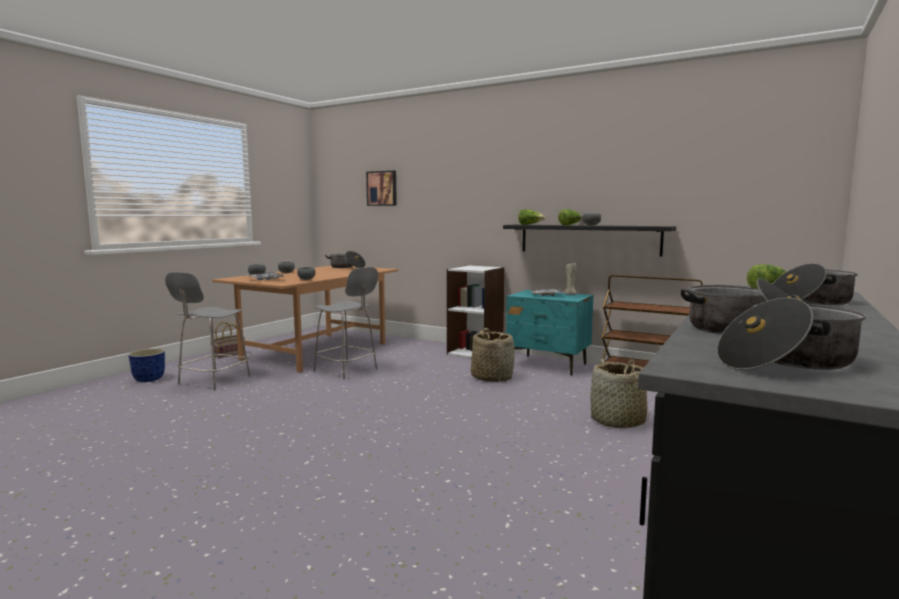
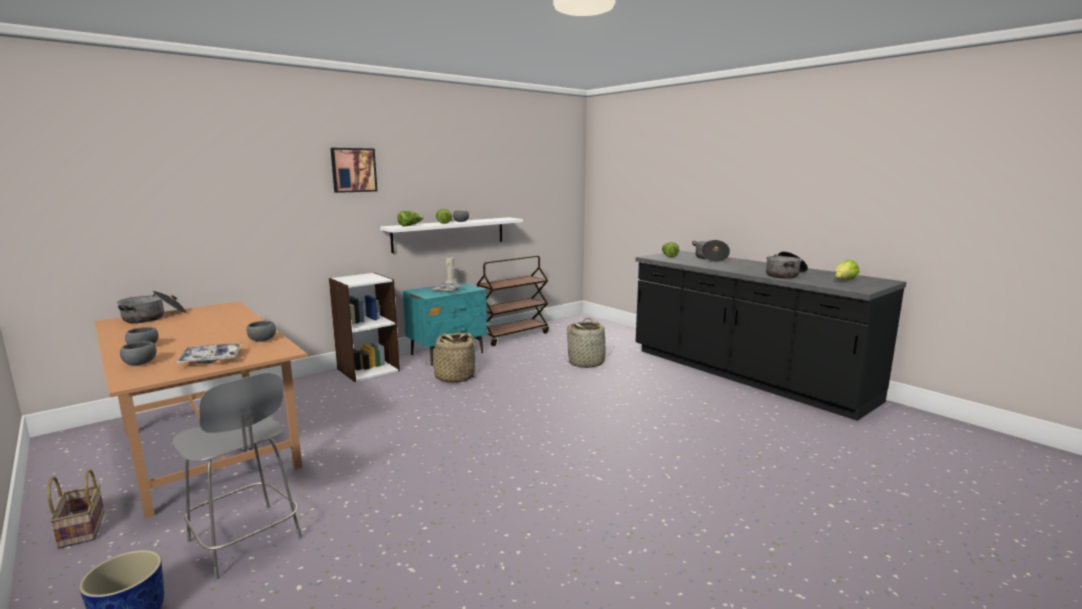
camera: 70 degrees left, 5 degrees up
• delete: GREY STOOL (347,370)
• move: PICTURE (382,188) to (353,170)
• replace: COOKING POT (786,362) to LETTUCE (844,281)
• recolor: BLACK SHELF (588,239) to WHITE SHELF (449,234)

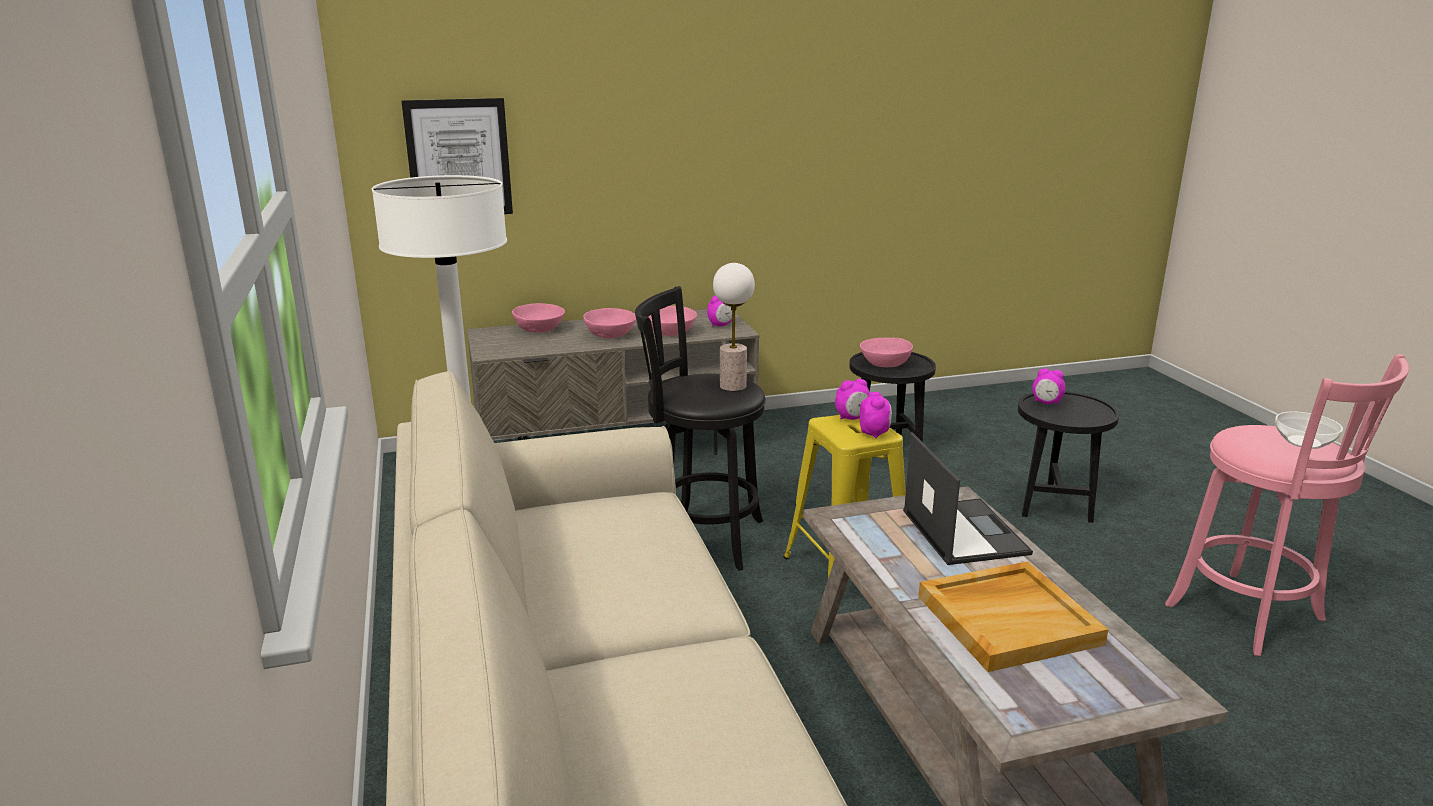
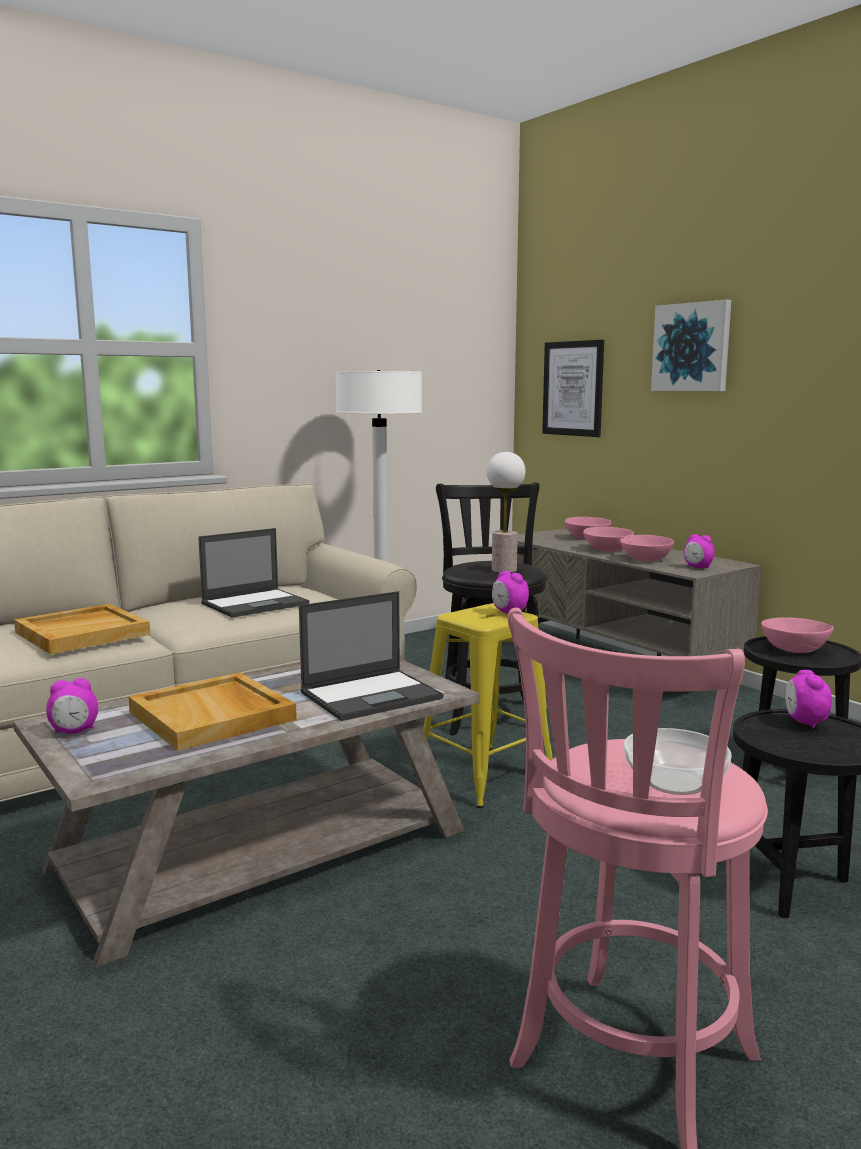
camera: 70 degrees right, 10 degrees down
• insert: BEIGE TRAY (83,633)
• insert: LAPTOP (256,603)
• insert: PICTURE (691,347)
• move: ALARM CLOCK (874,433) to (74,732)

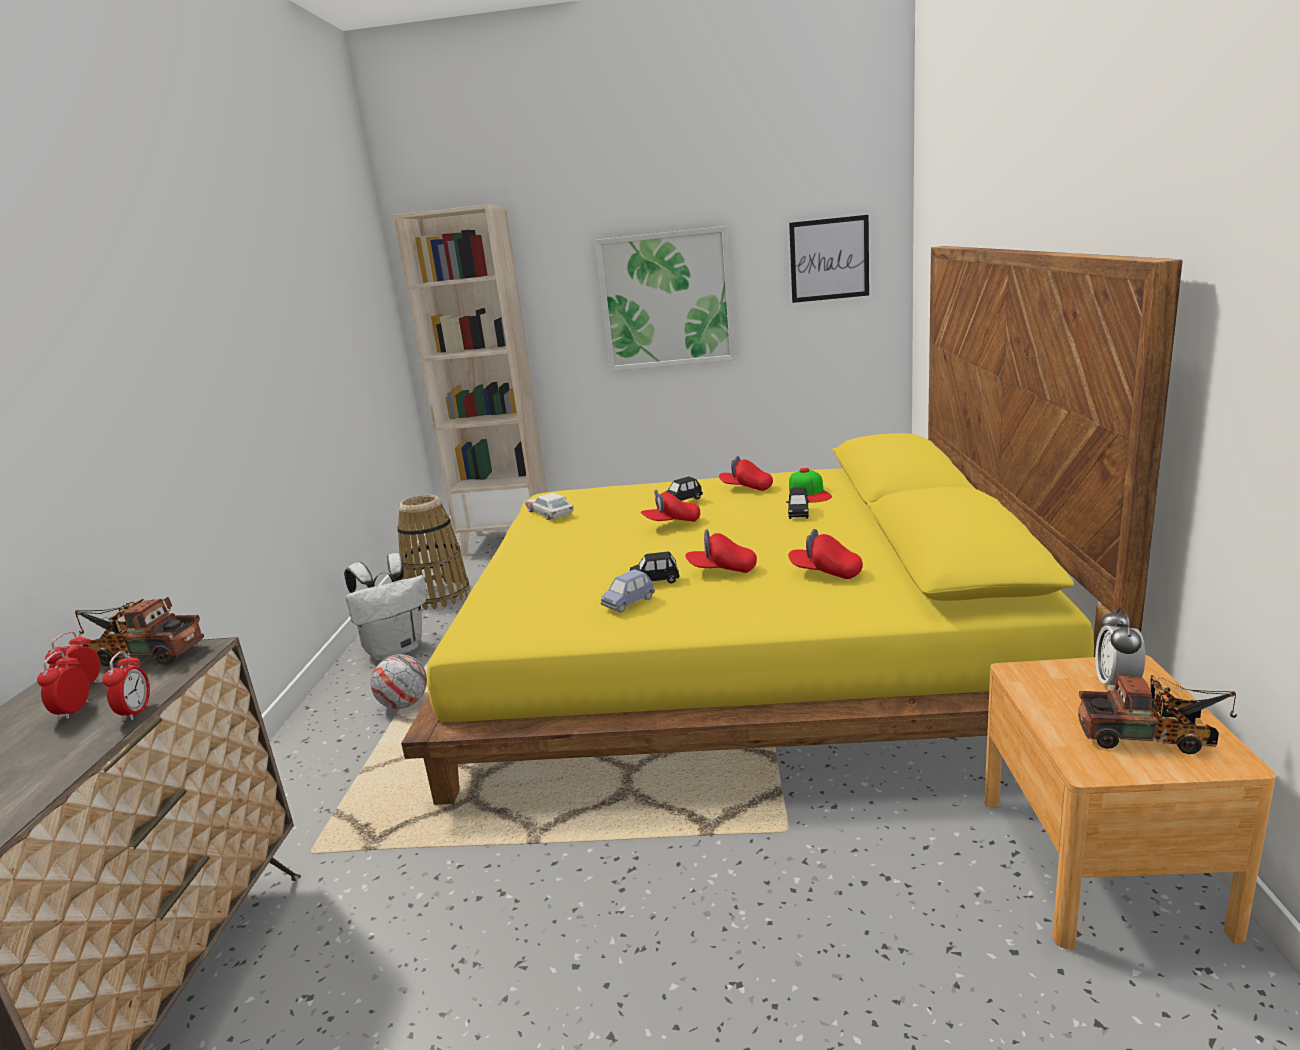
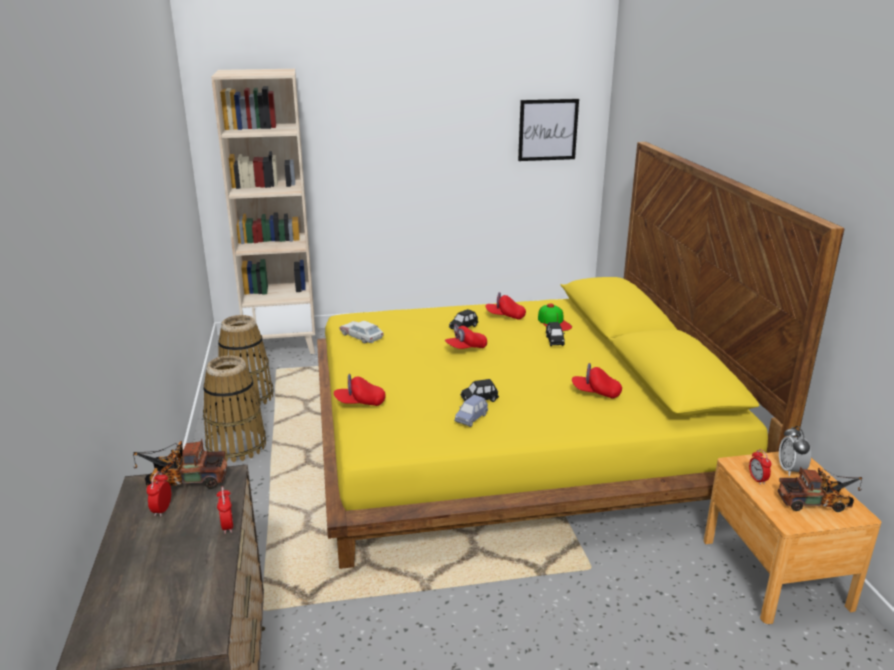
camera: 15 degrees left, 5 degrees up
• delete: FOOTBALL (404,704)
• delete: PICTURE (666,300)
• move: ALARM CLOCK (73,711) to (757,479)
• move: RED CAP (722,570) to (360,403)
• replace: WHITE BACKPACK (396,649) to BASKET (237,446)

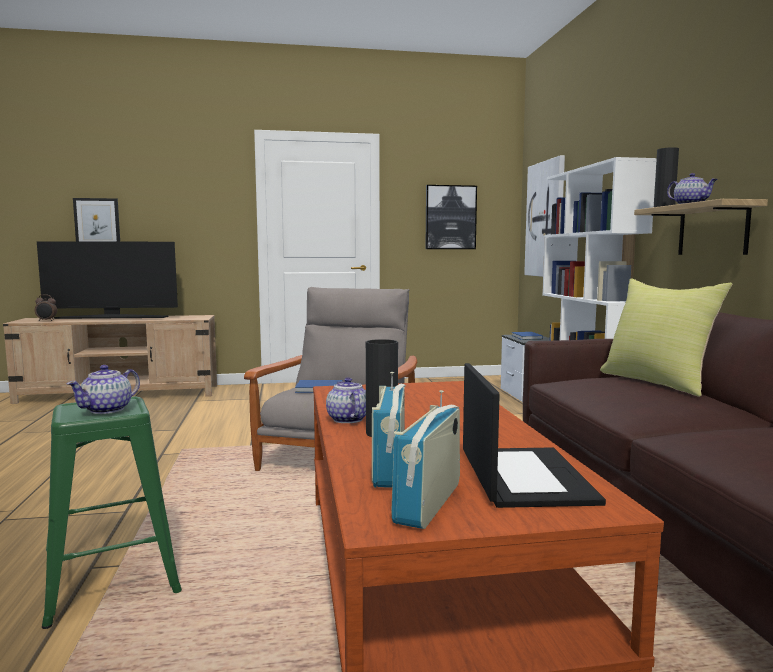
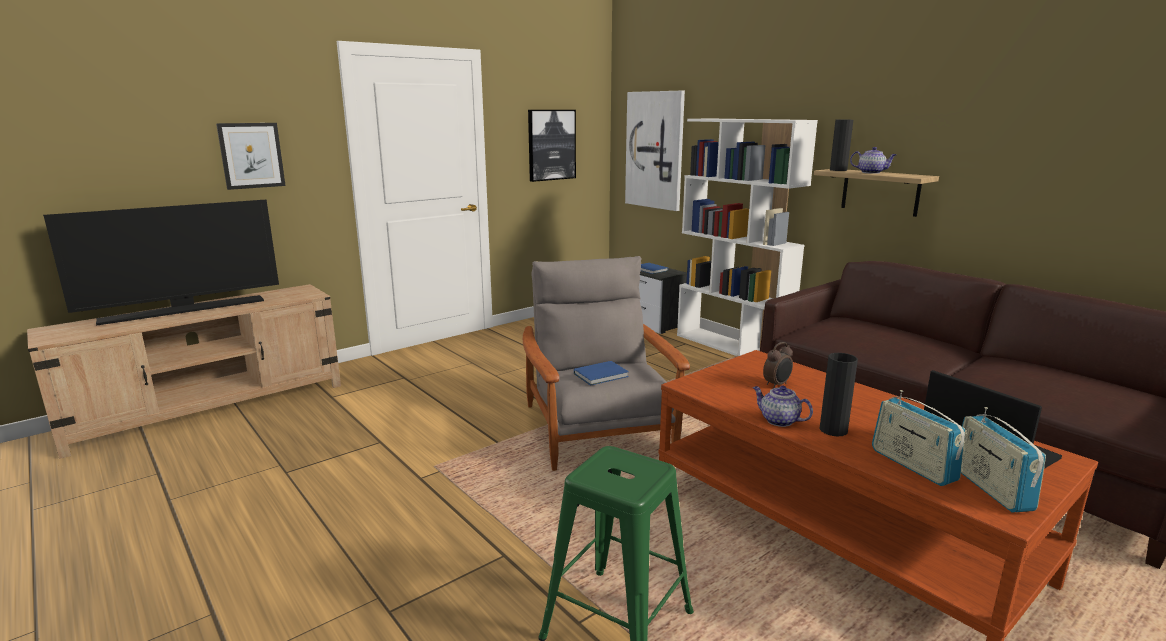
camera: 30 degrees left, 10 degrees up
• delete: TEAPOT (108,410)
• delete: YELLOW PILLOW (657,382)
• move: ALARM CLOCK (46,320) to (777,385)
• move: PICTURE (97,222) to (251,155)

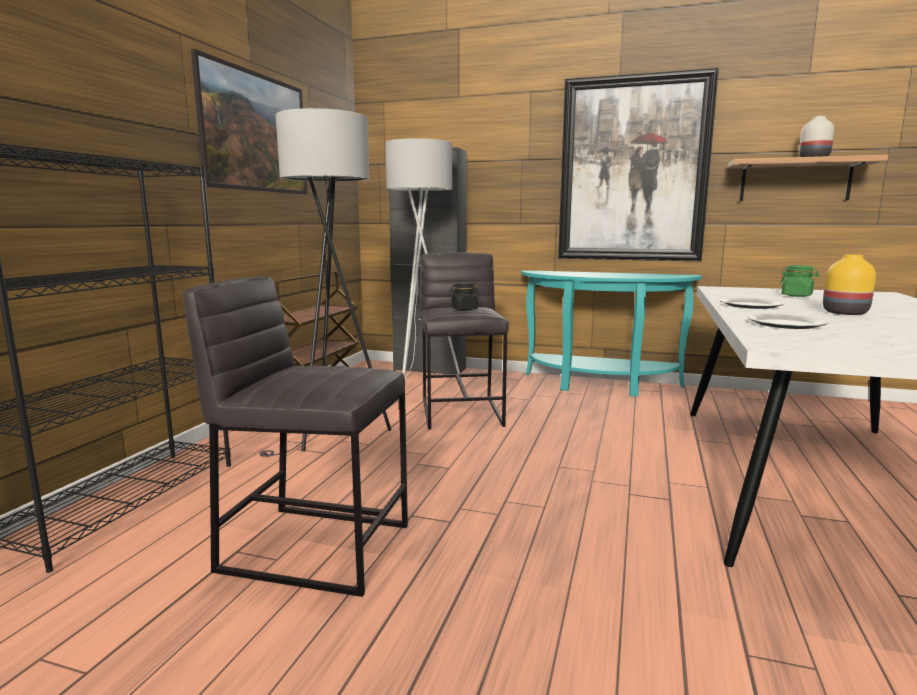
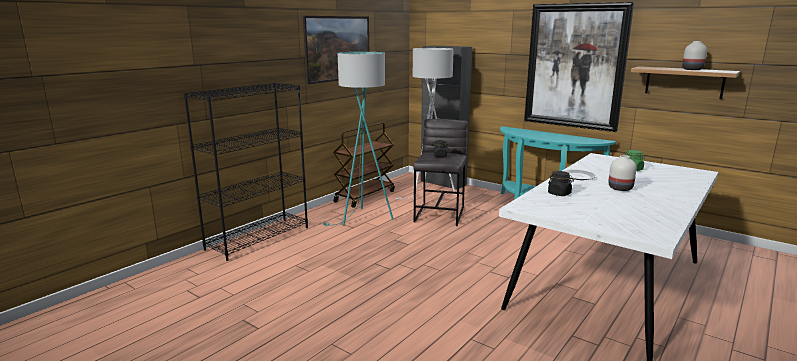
camera: 20 degrees right, 5 degrees up
• delete: GREY STOOL (315,546)
• replace: PLATE (784,324) to BLACK JAR (559,194)
• recolor: GREY FLOOR LAMP (334,436) to TURQUOISE FLOOR LAMP (363,219)
• recolor: YELLOW VASE (844,313) to WHITE VASE (619,188)

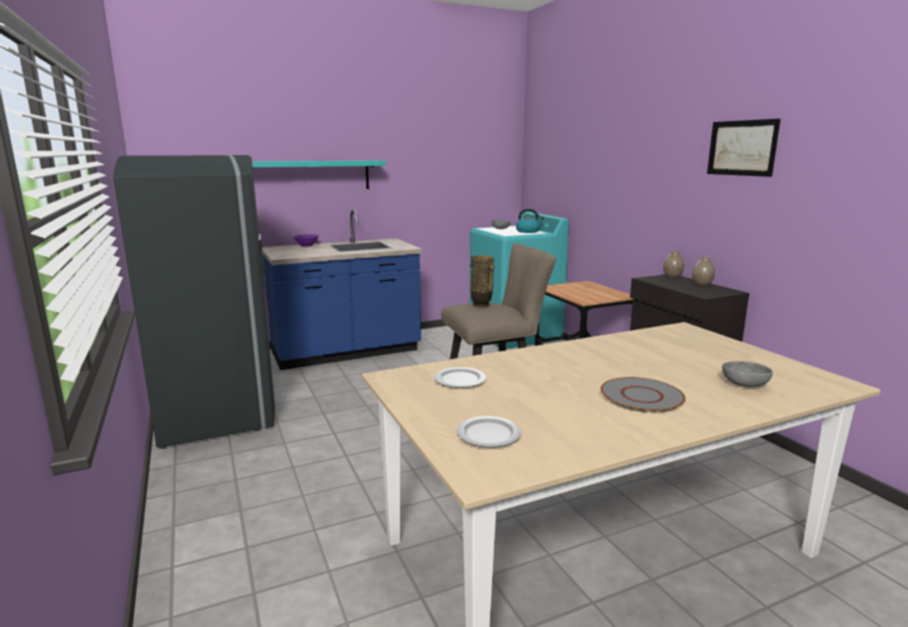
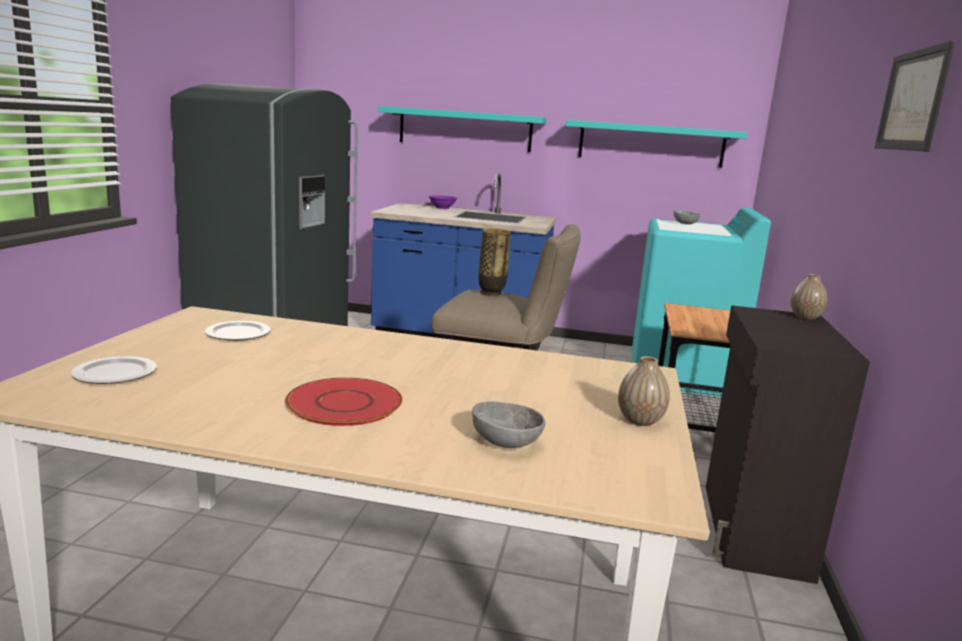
camera: 35 degrees right, 0 degrees up
• delete: KETTLE (528,231)
• insert: TURQUOISE SHELF (651,144)
• move: VASE (702,284) to (640,421)
• recolor: GREY PLATE (642,396) to RED PLATE (345,403)

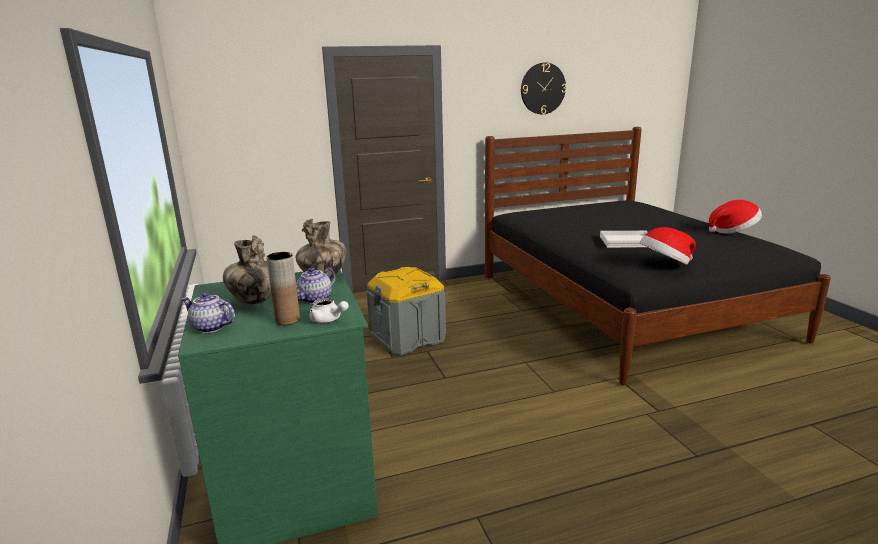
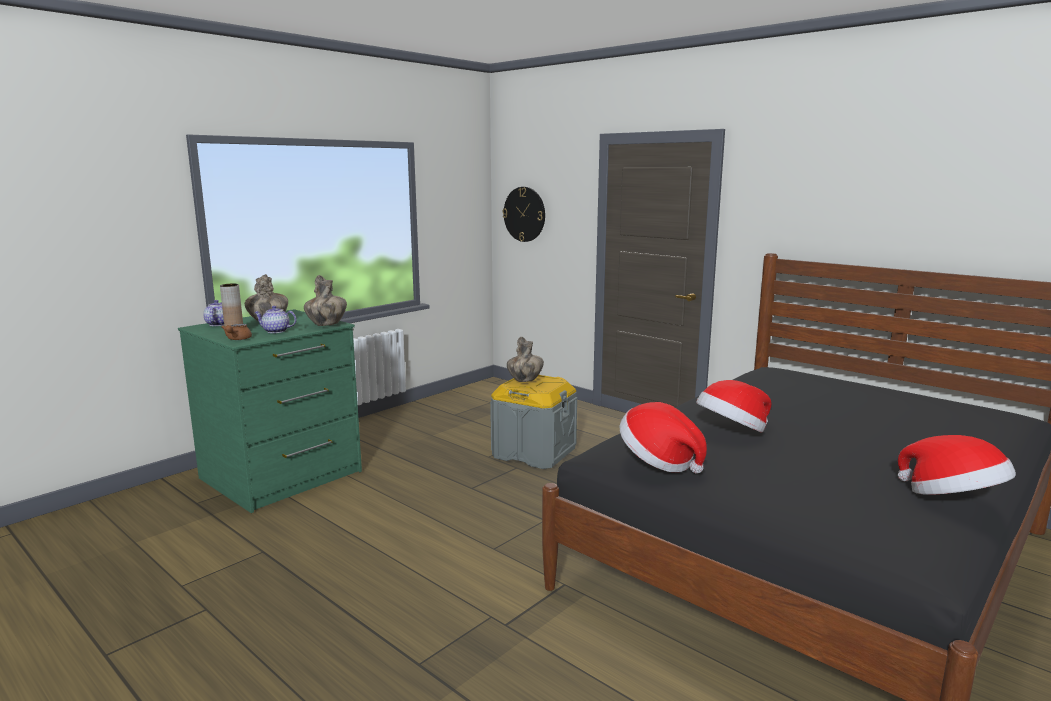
camera: 60 degrees right, 5 degrees down
• insert: VASE (525,380)
• move: WALL CLOCK (543,88) to (524,214)
• replace: WHITE TRAY (628,241) to HAT (732,432)
• recolor: WHITE TEAPOT (328,320) to BROWN TEAPOT (237,339)

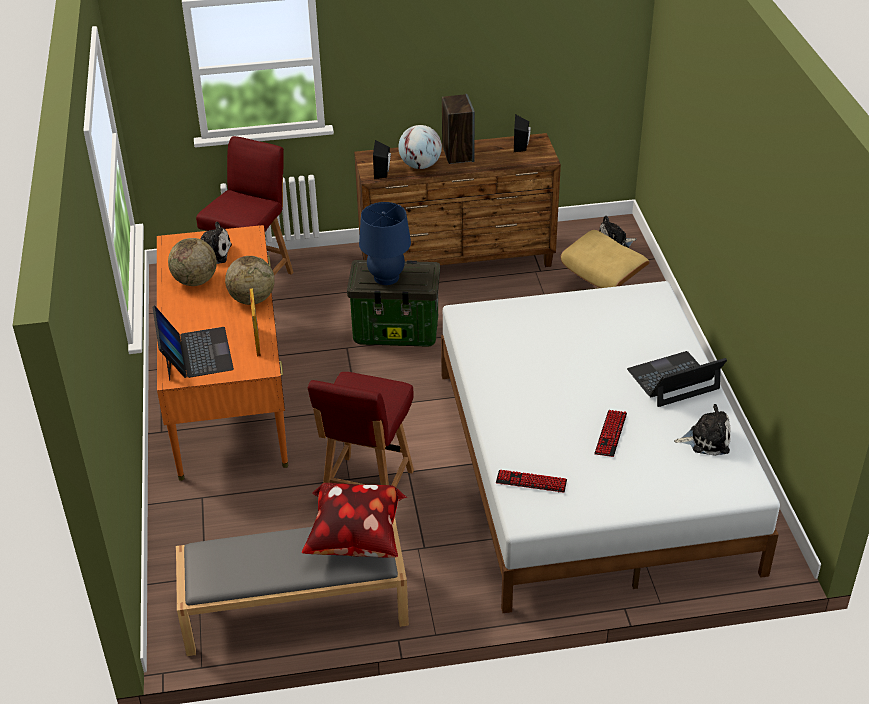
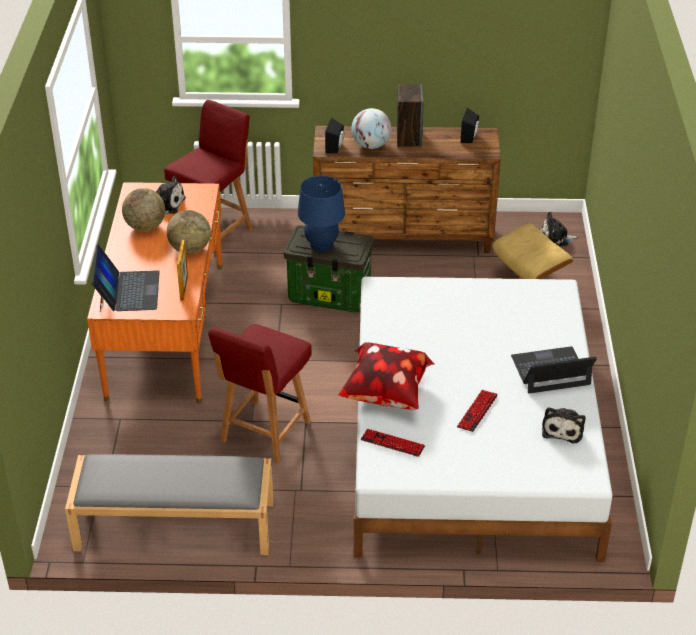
camera: 10 degrees right, 0 degrees up
• move: PILLOW (357,541) to (386,395)
• rotate: PLUSH TOY (706,440) = (563,429) 90 degrees clockwise

